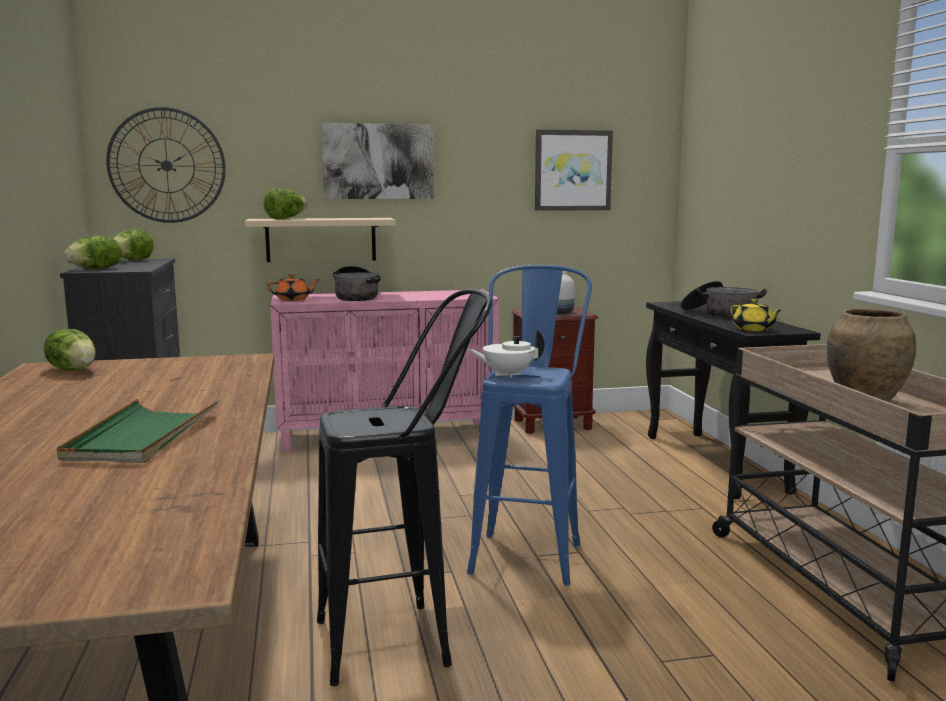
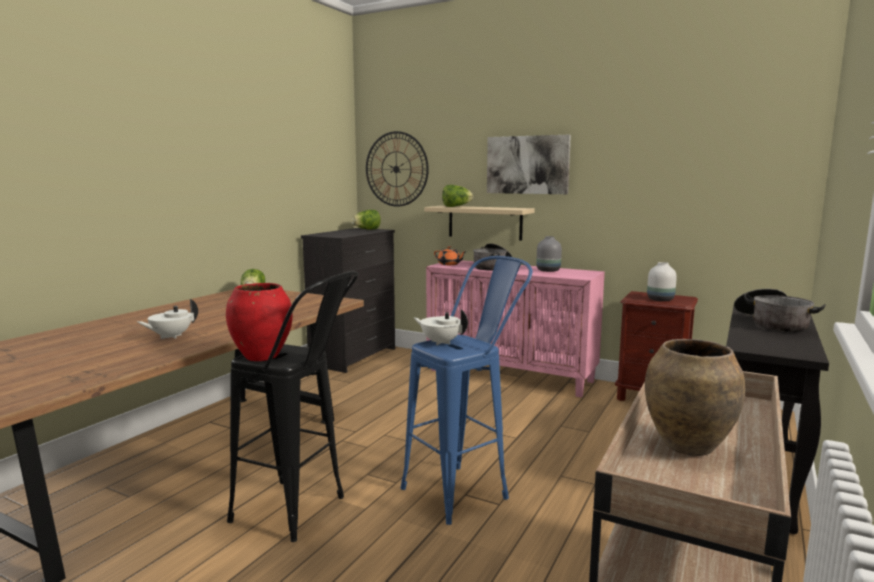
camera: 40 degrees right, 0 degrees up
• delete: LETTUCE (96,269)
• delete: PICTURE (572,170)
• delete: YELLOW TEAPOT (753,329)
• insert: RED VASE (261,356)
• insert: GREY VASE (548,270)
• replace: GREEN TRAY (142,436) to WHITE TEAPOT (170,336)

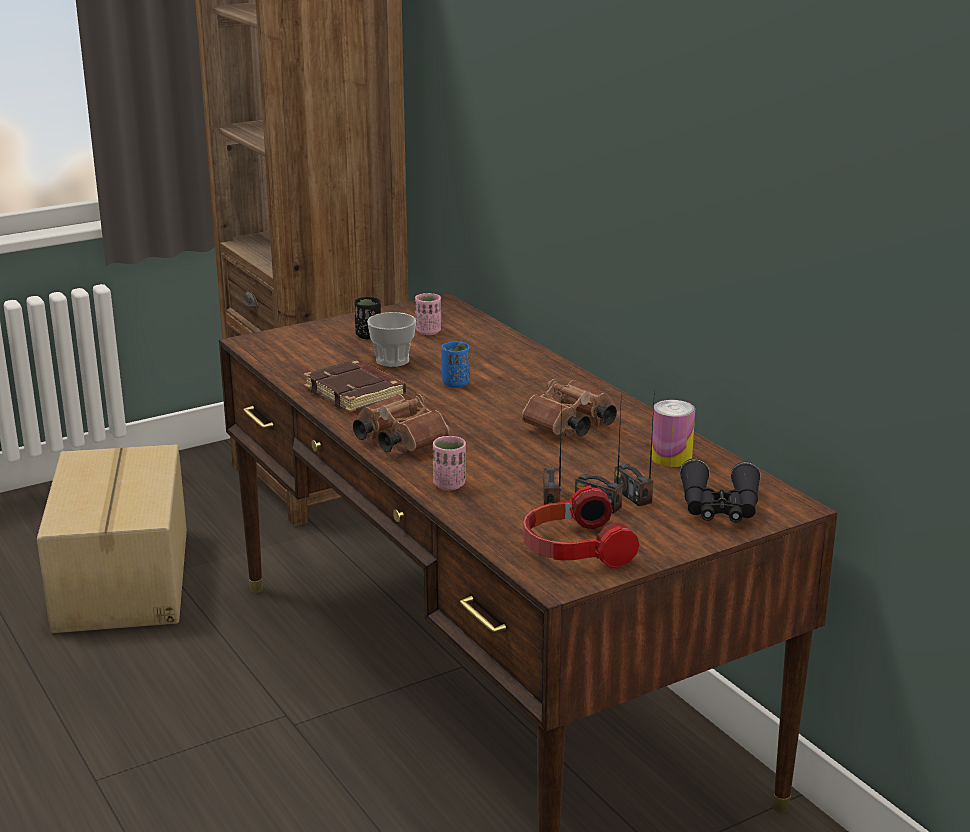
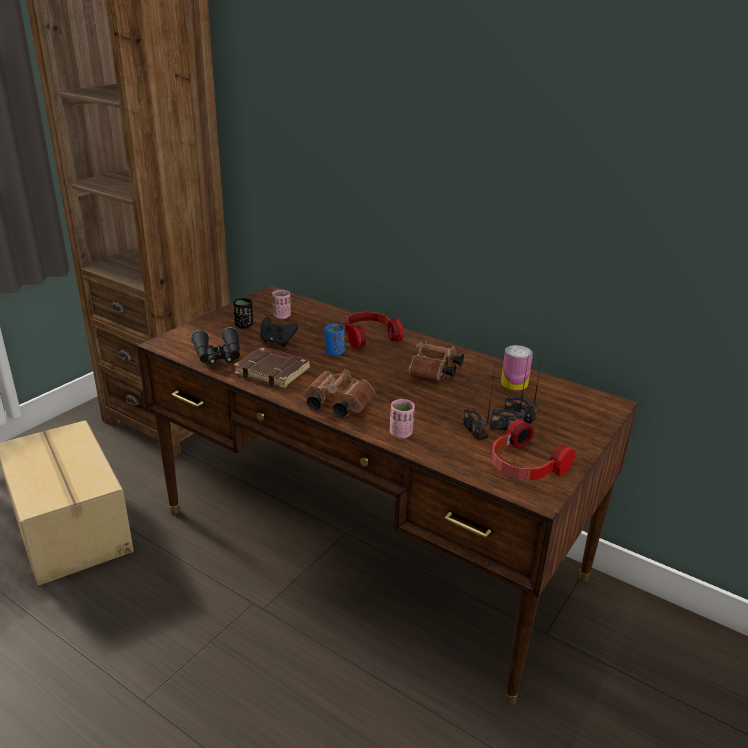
camera: 25 degrees left, 5 degrees up
• insert: HEADPHONES (369,337)
• move: BLACK BINOCULARS (719,507) to (218,356)
• replace: CUP (392,361) to BLACK GAME CONTROLLER (277,342)

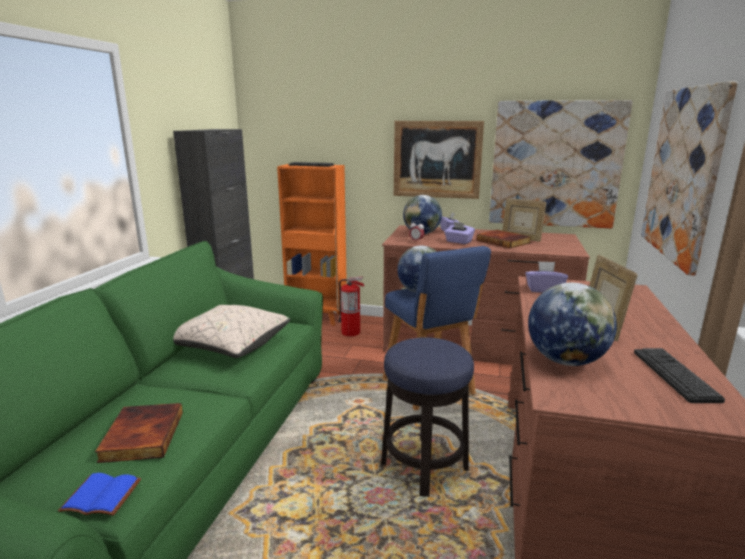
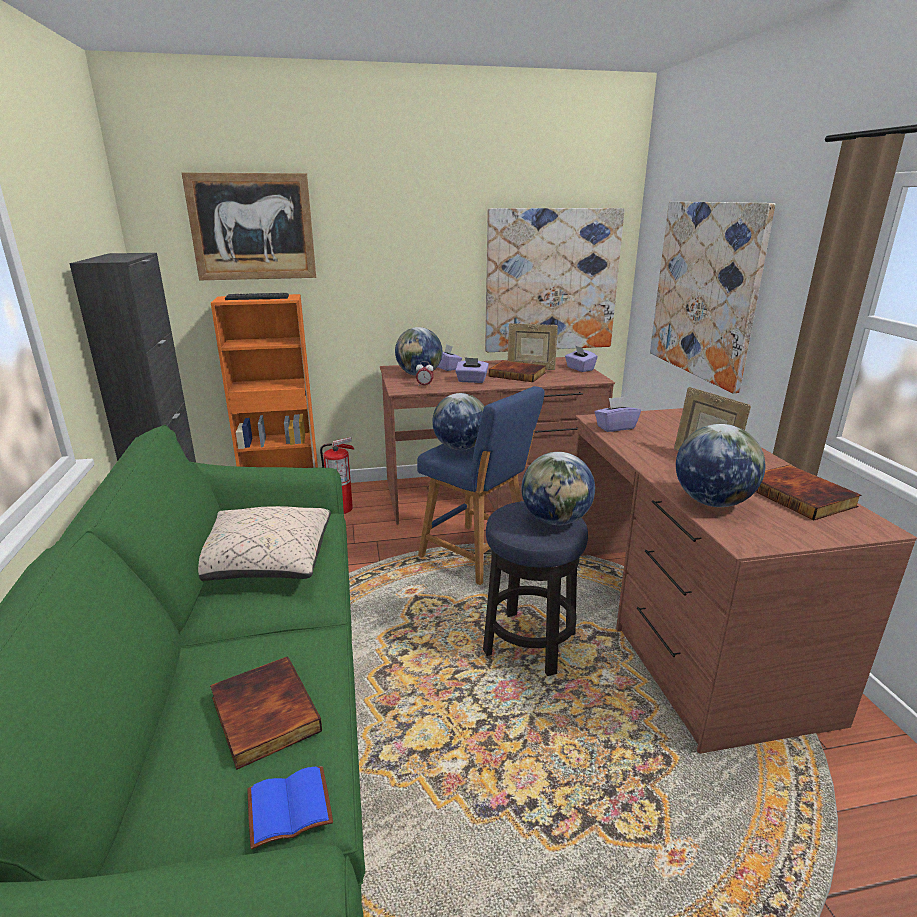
camera: 25 degrees left, 5 degrees up
• insert: GLOBE (556,520)
• insert: PURPLE TISSUE BOX (579,369)
• move: PICTURE (437,159) to (252,227)
• replace: KEYBOARD (674,375) to BOOK (801,496)

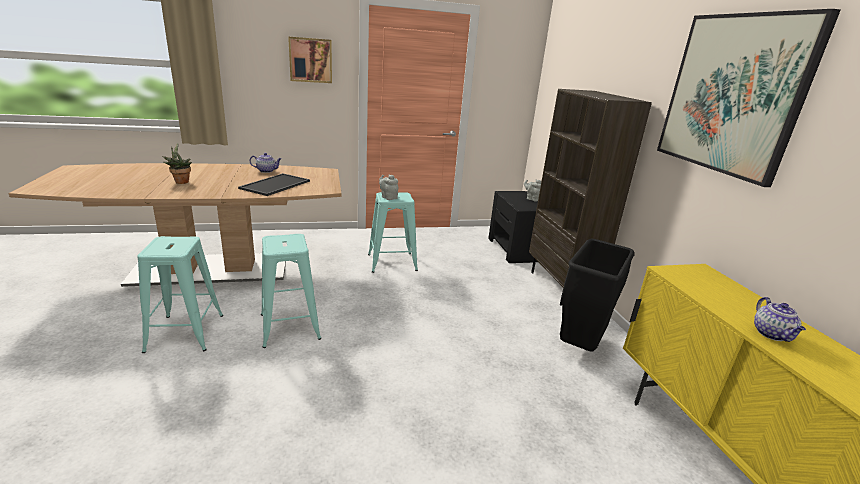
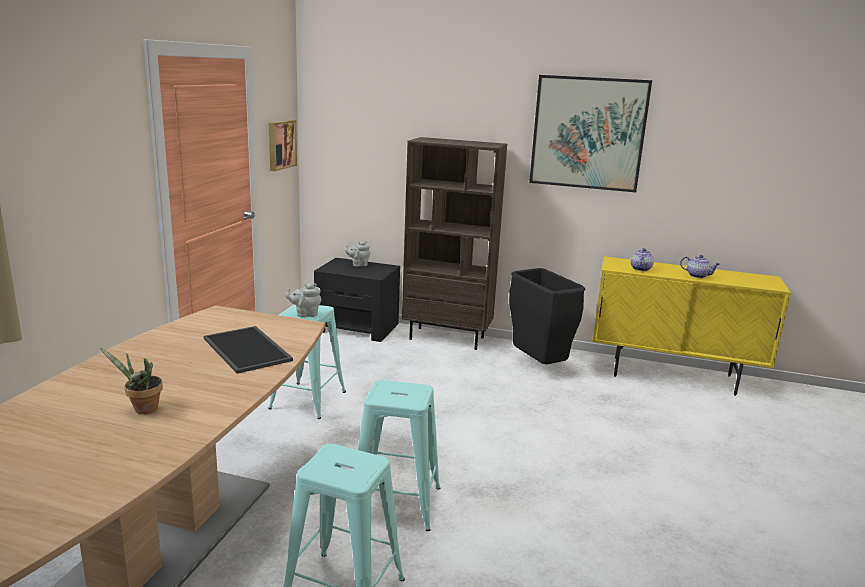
camera: 60 degrees left, 5 degrees down
• move: TEAPOT (267,171) to (640,269)
• move: PICTURE (310,60) to (280,144)

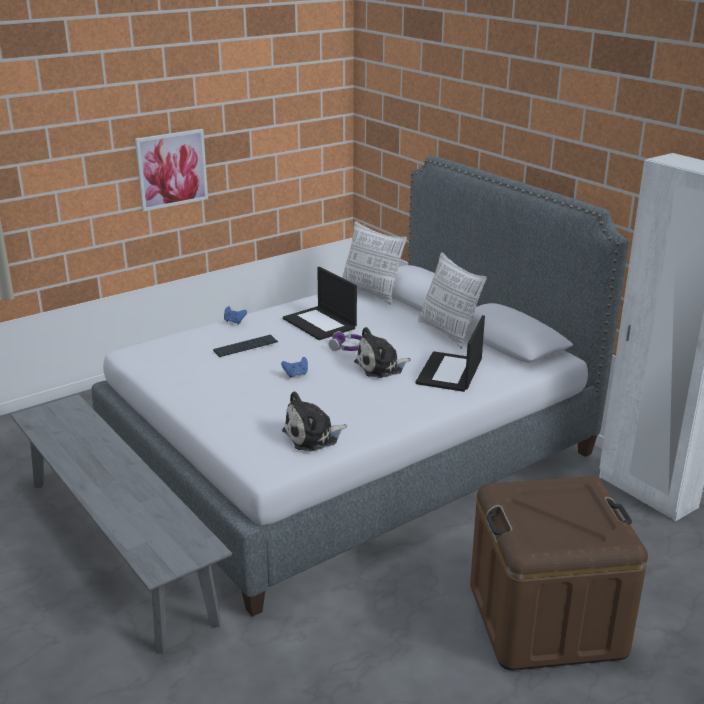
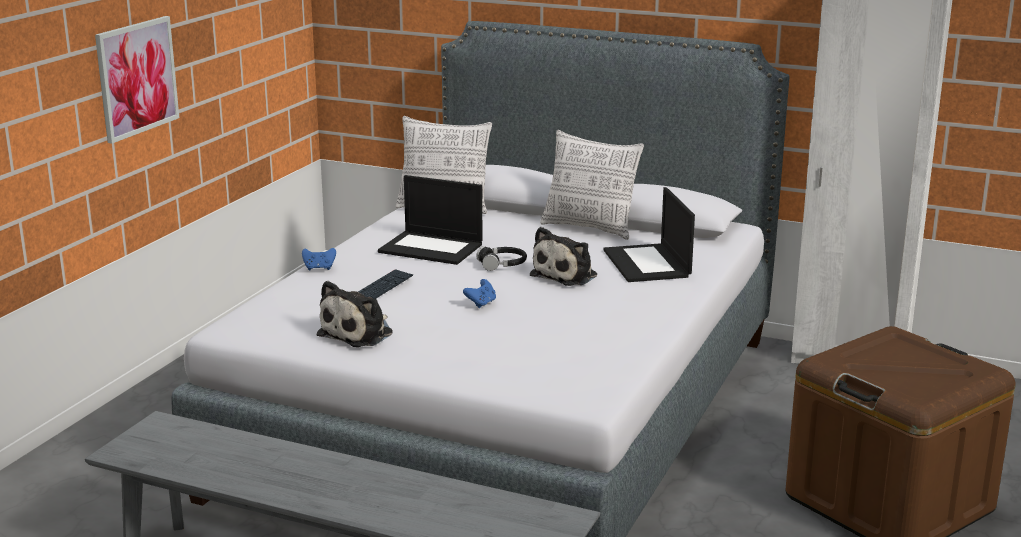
camera: 30 degrees left, 5 degrees down
• move: PLUSH TOY (313,436) to (359,333)
• recolor: PURPLE HEADPHONES (348,347) to BLACK HEADPHONES (502,264)

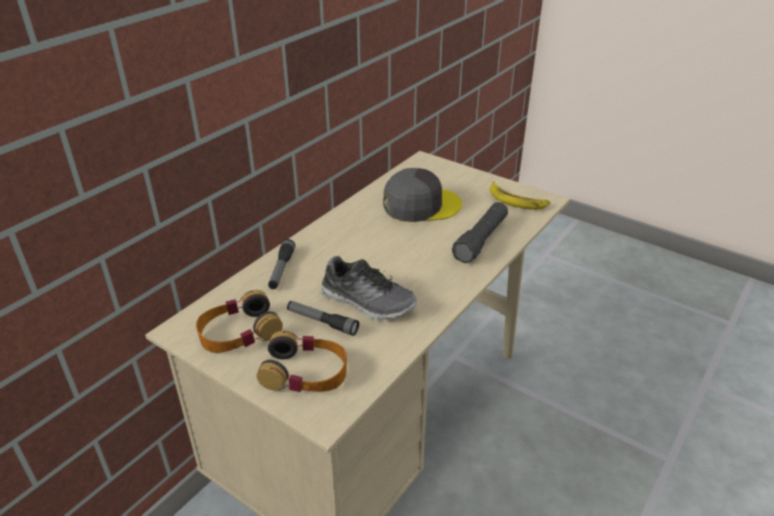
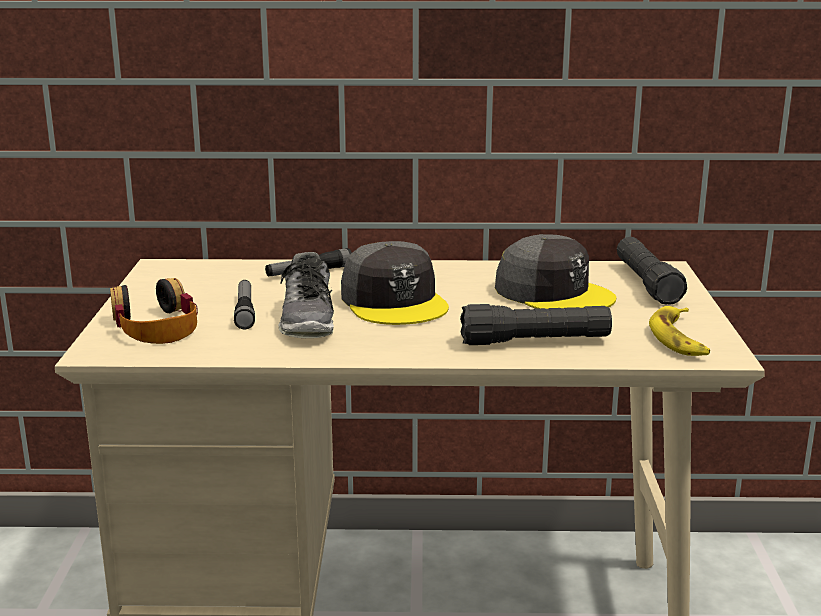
camera: 55 degrees right, 15 degrees down
• delete: HEADPHONES (238,332)
• insert: GREY CAP (394,302)
• insert: BLACK FLASHLIGHT (646,283)

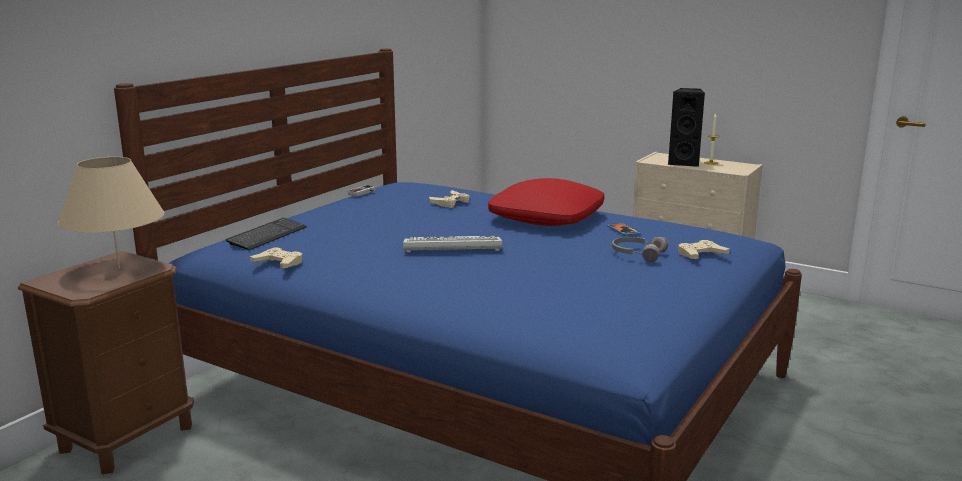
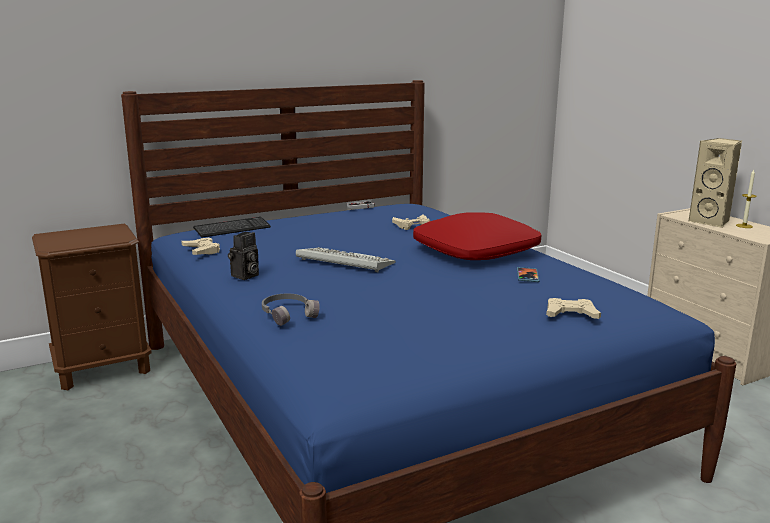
camera: 30 degrees right, 0 degrees up
• delete: BEIGE TABLE LAMP (119,268)
• insert: PHOTO CAMERA (245,276)
• move: GREY HEADPHONES (637,254) to (288,314)
• recolor: BLACK SPEAKER (684,163) to BEIGE SPEAKER (711,222)

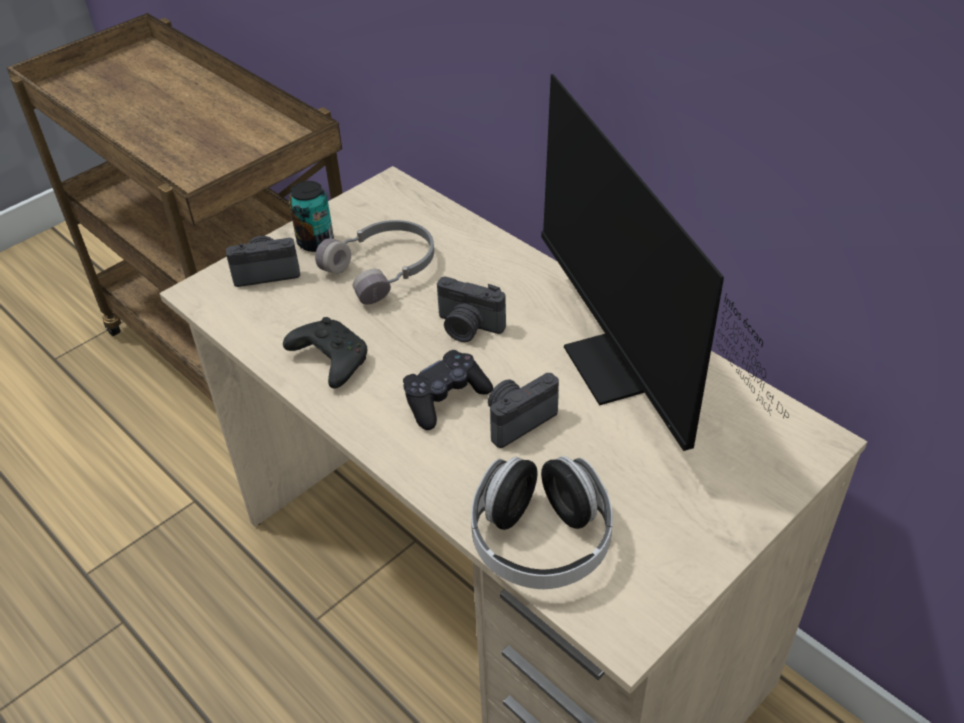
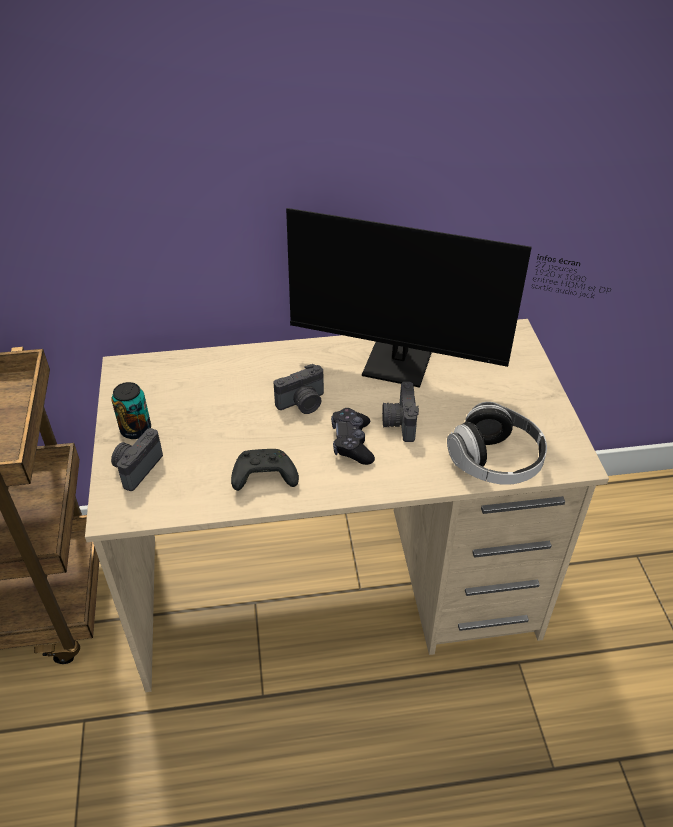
camera: 55 degrees left, 0 degrees up
• delete: GREY HEADPHONES (384,269)

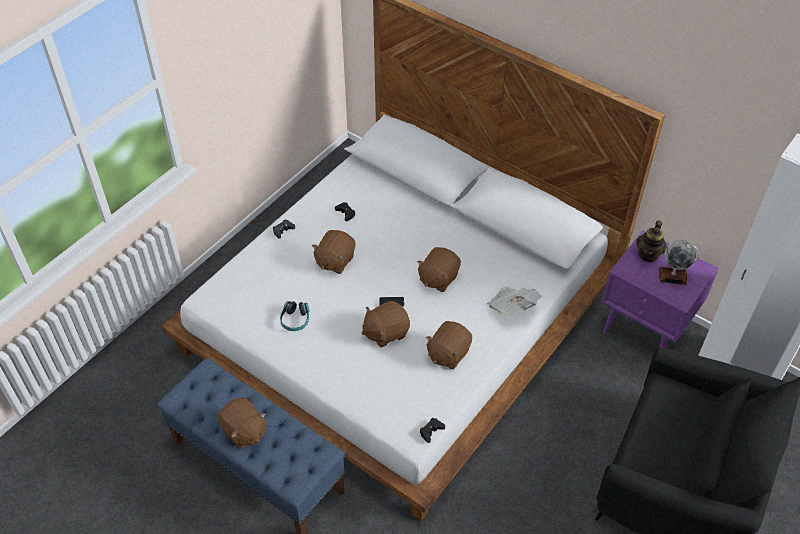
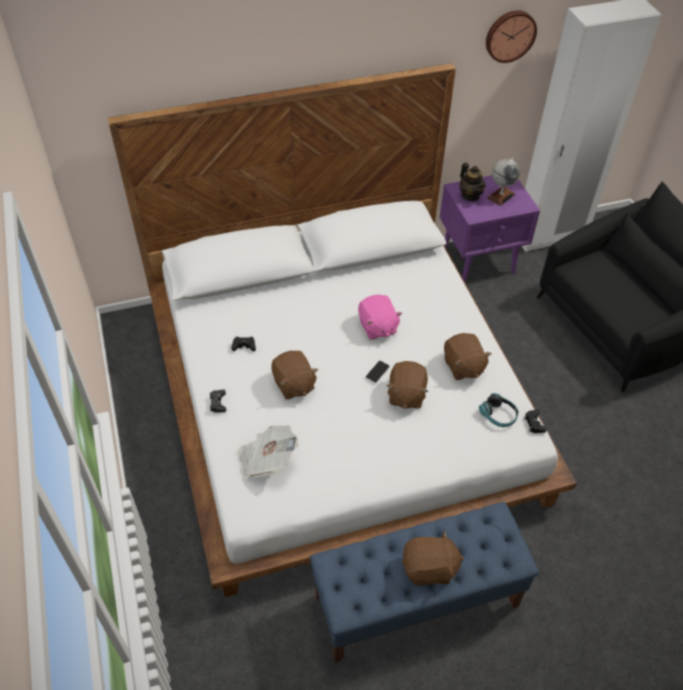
camera: 55 degrees left, 0 degrees up
• insert: WALL CLOCK (509,35)
• move: HEADPHONES (295,320) to (498,415)
• move: NEWSPAPER (512,308) to (267,459)
• recolor: BROWN PLUSH TOY (438,278) to PINK PLUSH TOY (377,327)

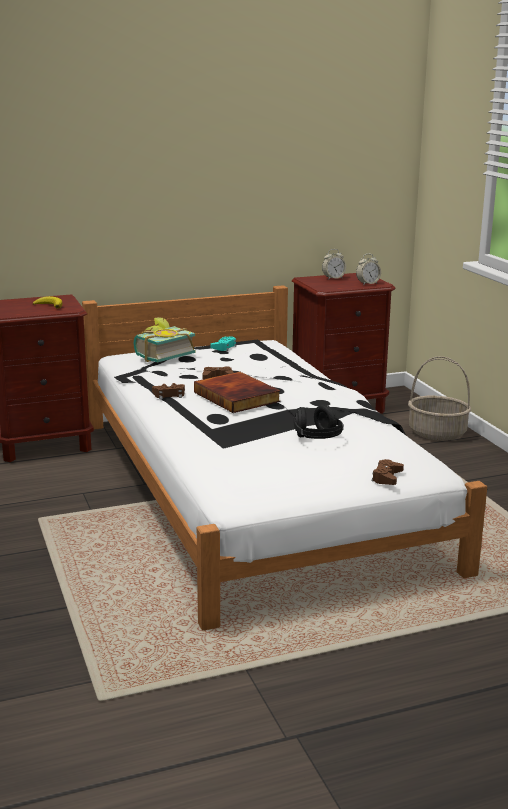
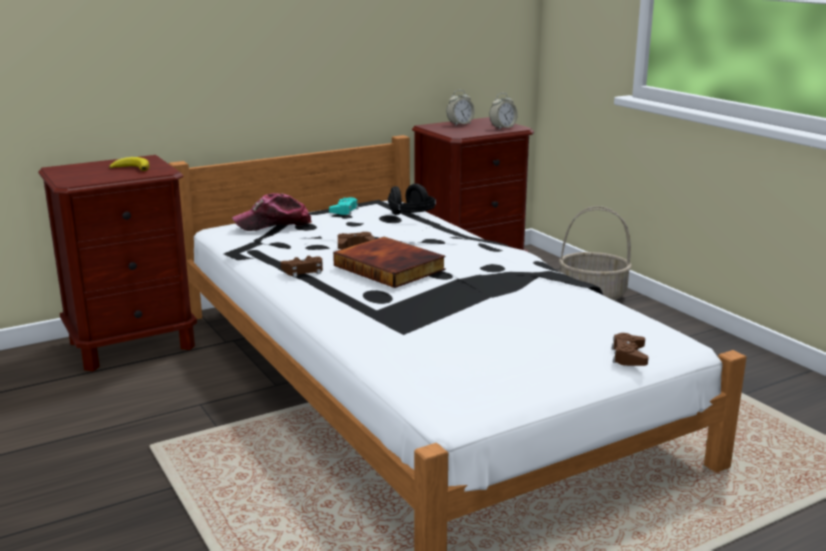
camera: 10 degrees left, 0 degrees up
• move: BLACK HEADPHONES (317,439) to (411,215)
• replace: BOOK (161,355) to CAP (273,224)

